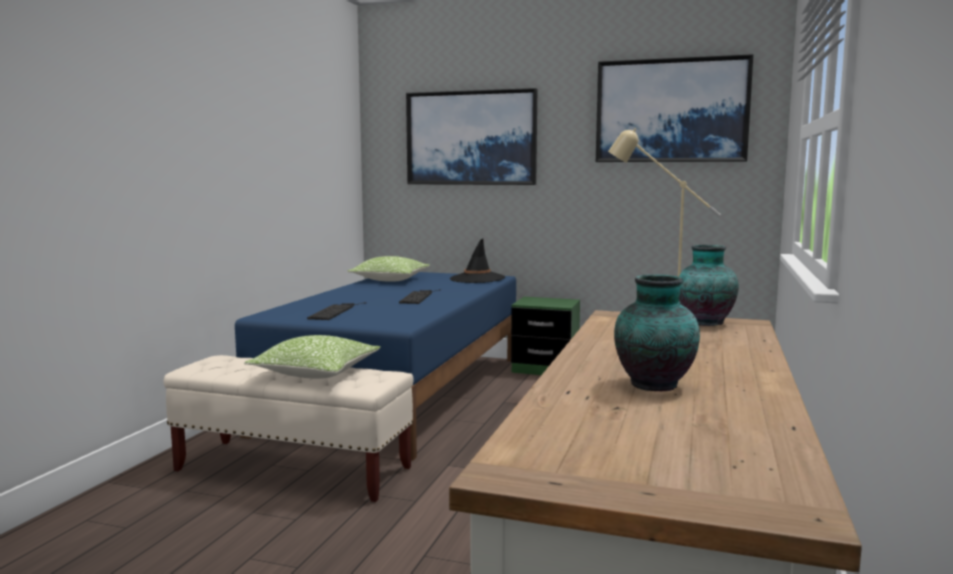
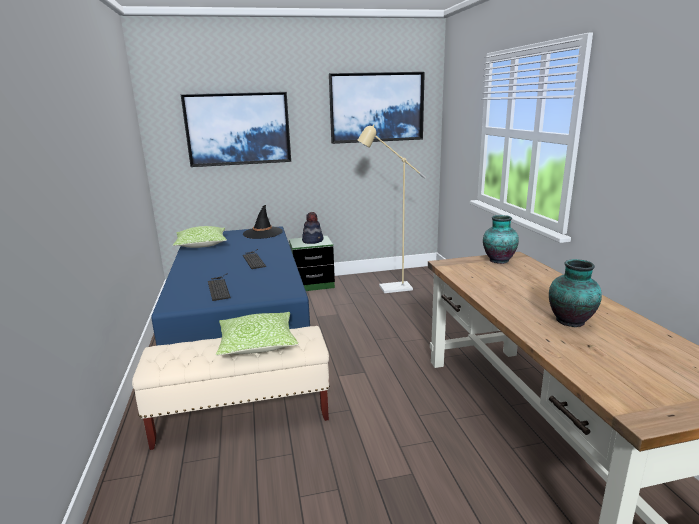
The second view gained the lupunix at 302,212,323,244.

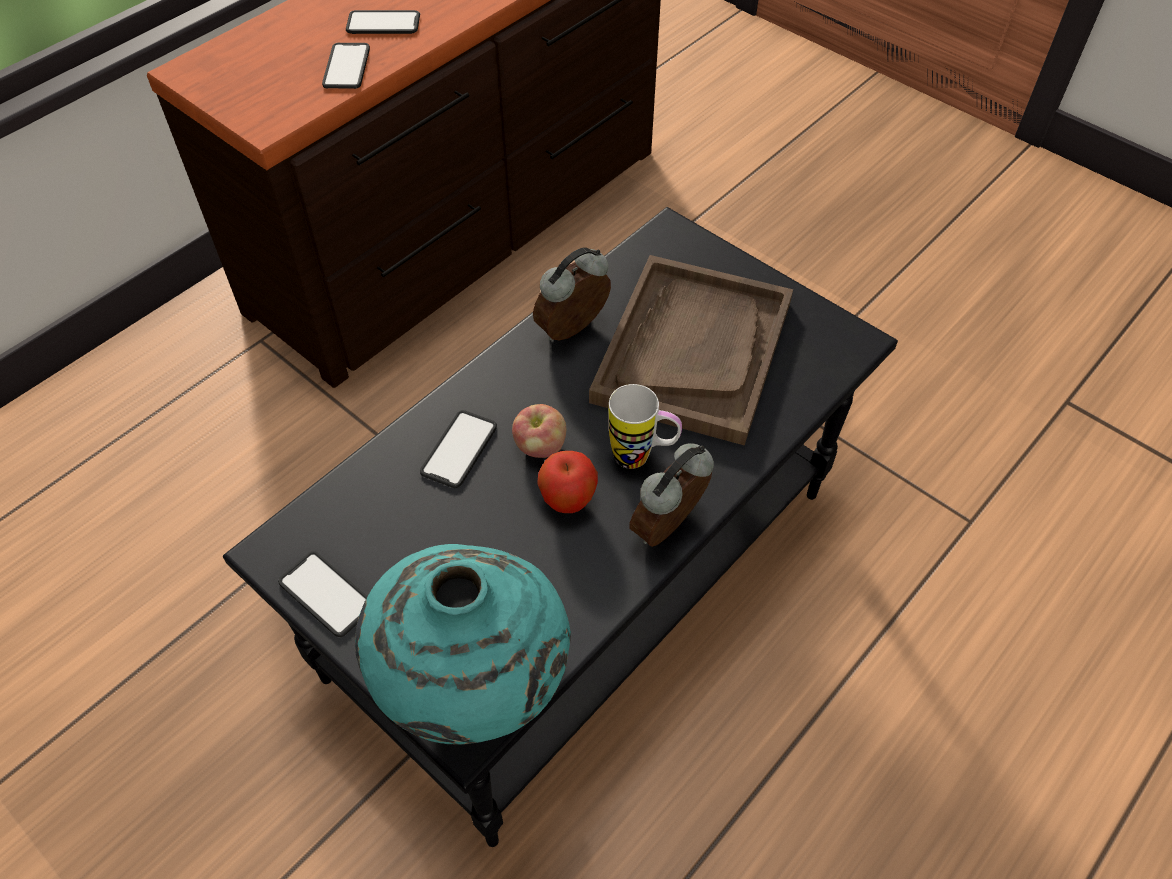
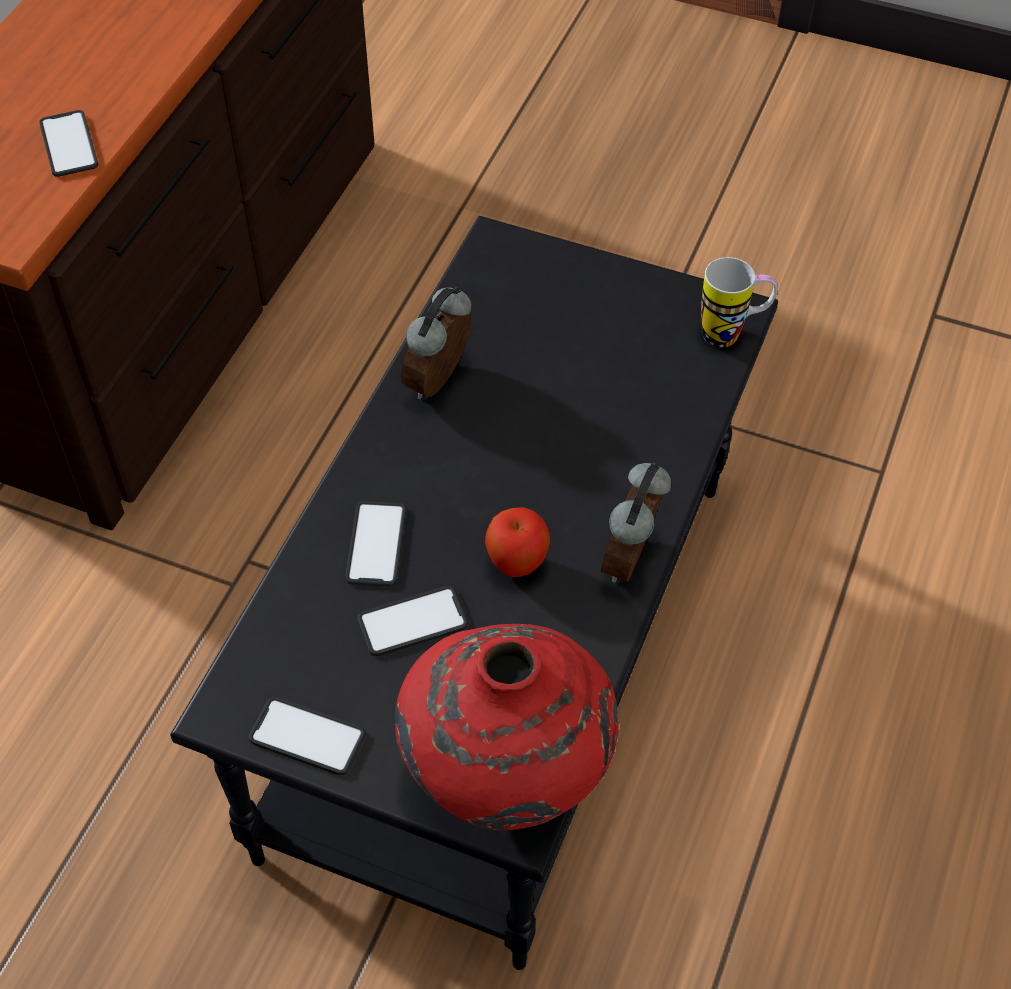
The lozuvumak ended up elsewhere, having gone from 346,10,420,34 to 357,586,469,656.
What was the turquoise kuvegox at 355,544,571,745 turned into the red kuvegox at 395,624,619,831.
The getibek ended up elsewhere, having gone from 609,384,682,469 to 701,257,778,347.
The second view lost the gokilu at 512,404,566,458.
The second view lost the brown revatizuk at 589,255,793,446.

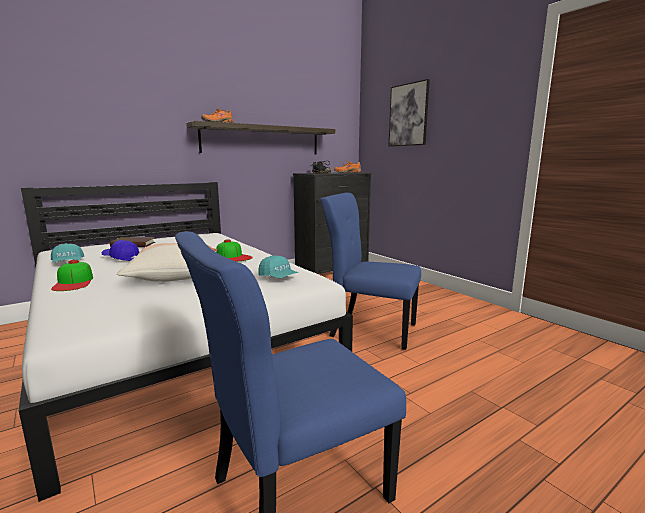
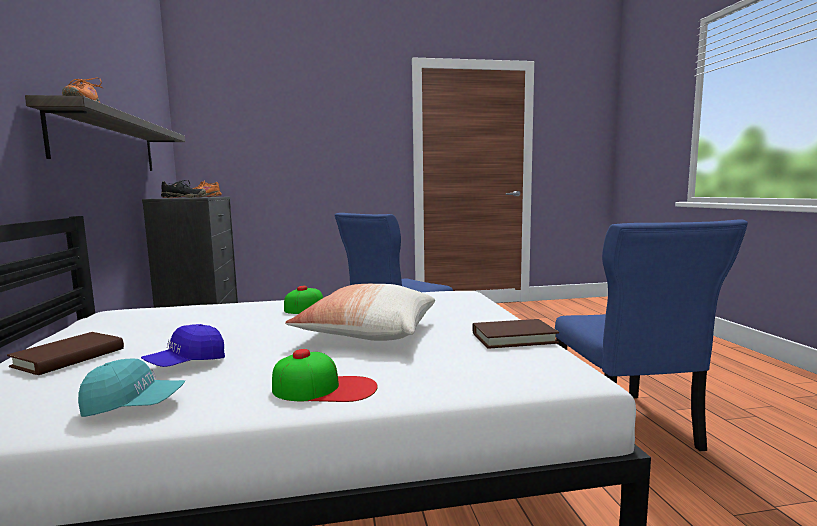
The second view gained the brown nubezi at 472,319,559,349.
The second view lost the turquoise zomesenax at 258,255,298,278.
The second view lost the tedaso at 388,79,430,146.

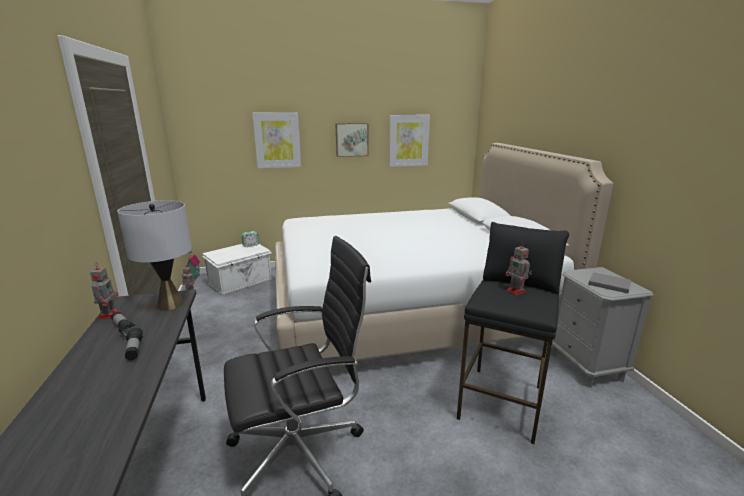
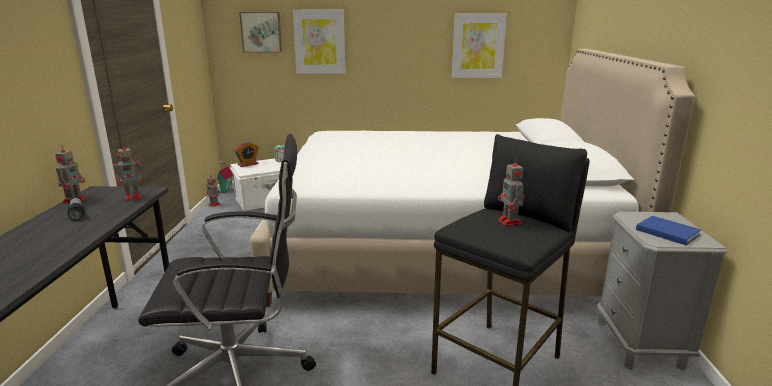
Where the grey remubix stood at 117,200,192,310, the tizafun came to stand at 114,143,143,201.
The second view gained the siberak at 234,142,259,167.
The tedaso ended up elsewhere, having gone from 335,123,369,157 to 239,12,282,53.
What was the grey nubezi at 588,272,631,293 turned into the blue nubezi at 636,216,701,245.
The second view lost the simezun at 125,326,143,360.

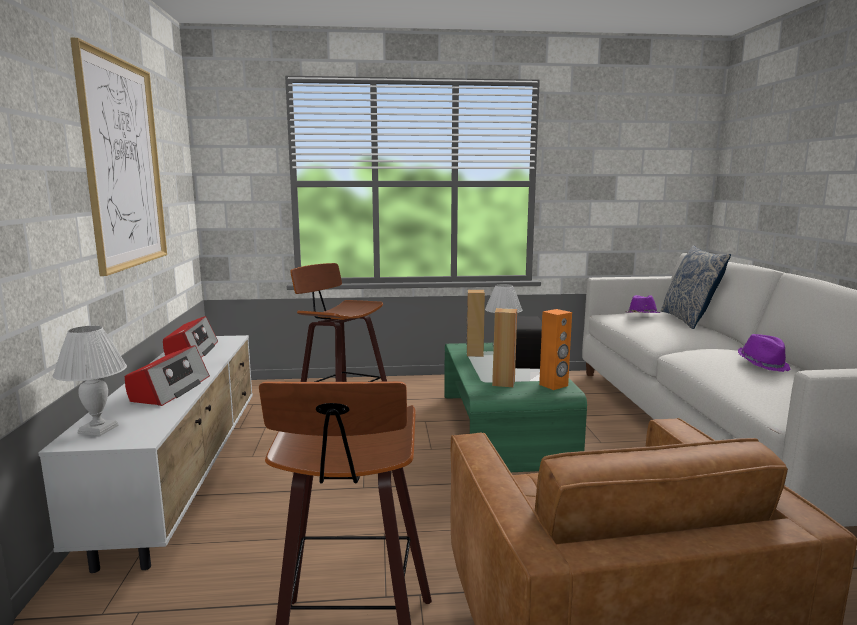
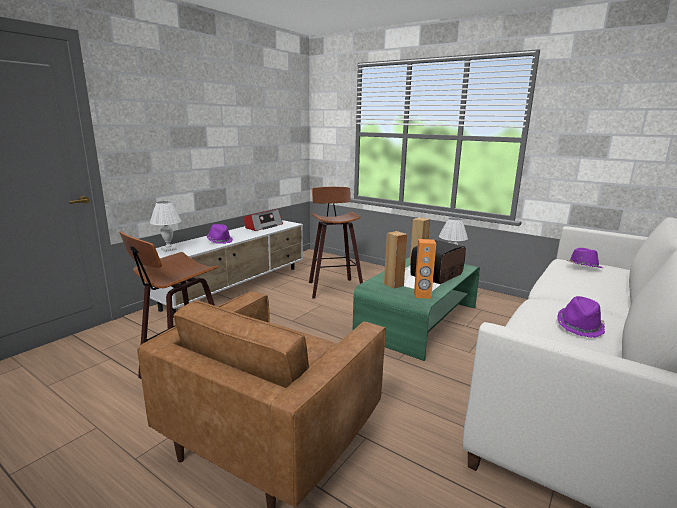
Where the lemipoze stood at 125,345,210,406, the purple lupunix came to stand at 206,224,233,244.
The second view lost the tedaso at 70,38,167,276.
The second view lost the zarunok at 661,245,731,329.

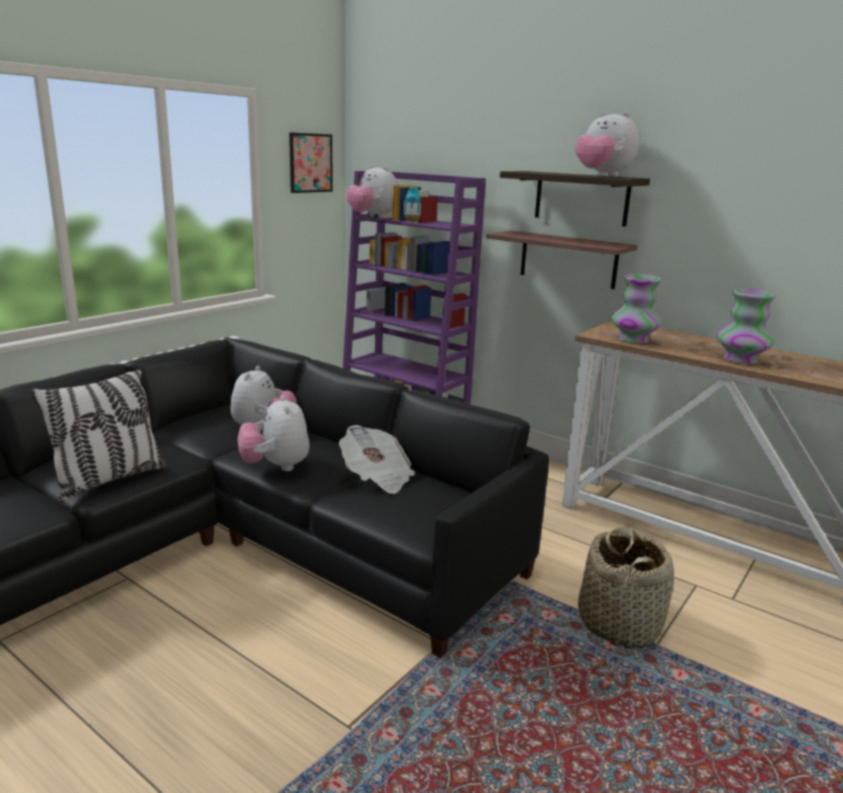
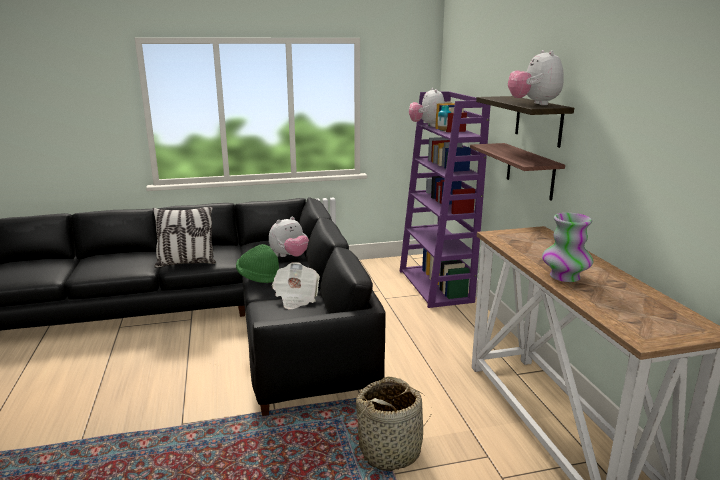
Where the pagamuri stood at 238,395,310,471, the green lupunix came to stand at 236,244,279,283.
The second view lost the tedaso at 289,132,333,193.
The second view lost the kuvegox at 611,274,662,343.

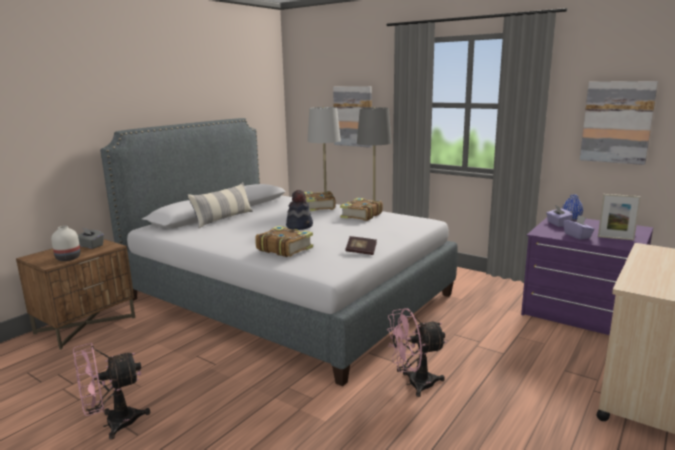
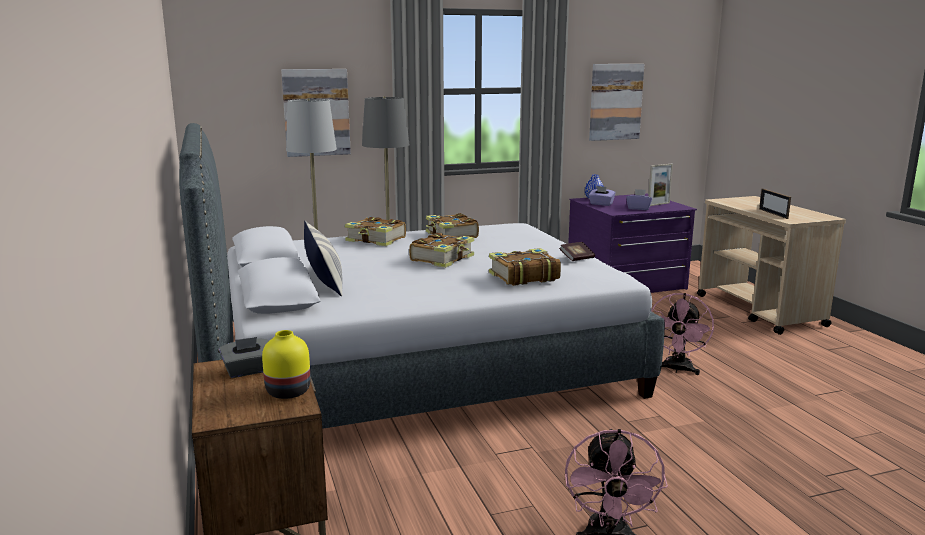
What was the white kuvegox at 51,226,81,261 turned into the yellow kuvegox at 262,330,311,399.
Where the lupunix stood at 286,190,313,230, the nubezi came to stand at 409,233,474,268.
The second view gained the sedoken at 759,189,791,219.

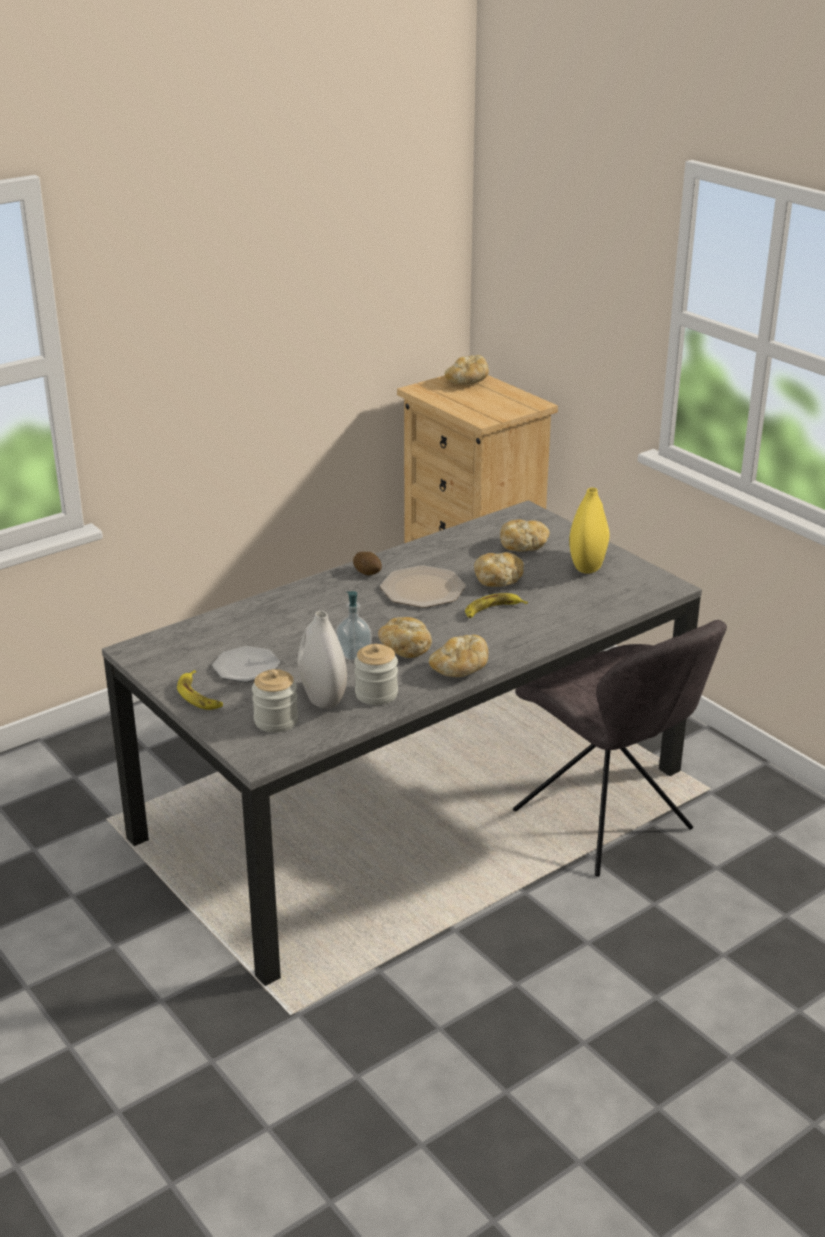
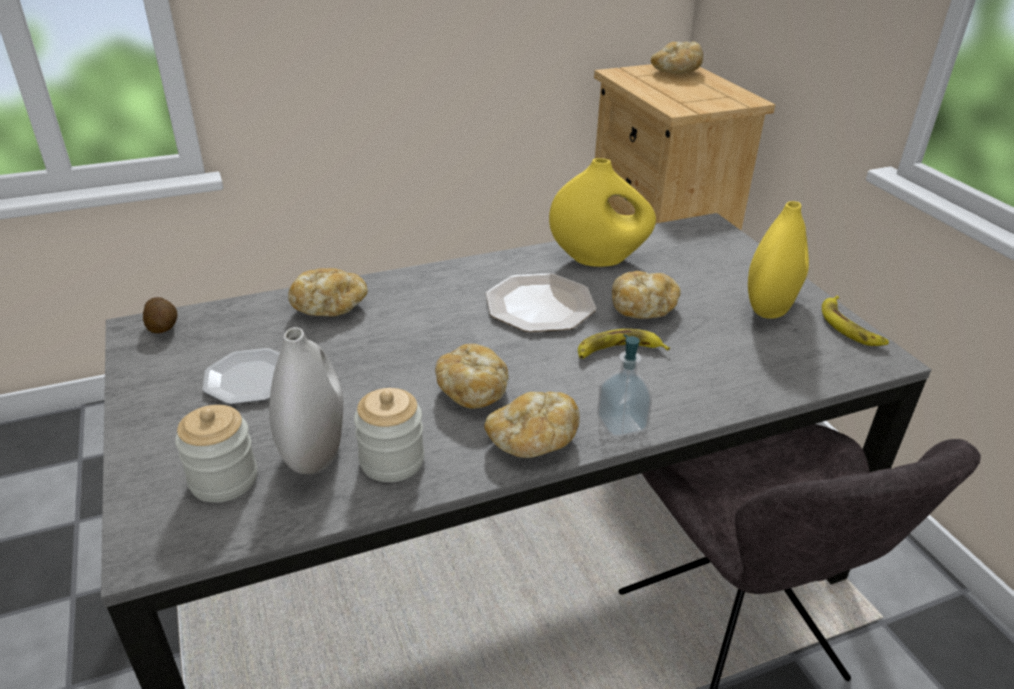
The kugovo ended up elsewhere, having gone from 353,552,382,575 to 143,297,177,333.
The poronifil ended up elsewhere, having gone from 500,519,550,551 to 288,268,368,316.
The second view gained the yellow kuvegox at 549,158,656,267.
The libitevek ended up elsewhere, having gone from 336,591,372,661 to 597,335,652,437.
The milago ended up elsewhere, having gone from 177,670,223,710 to 822,296,889,346.

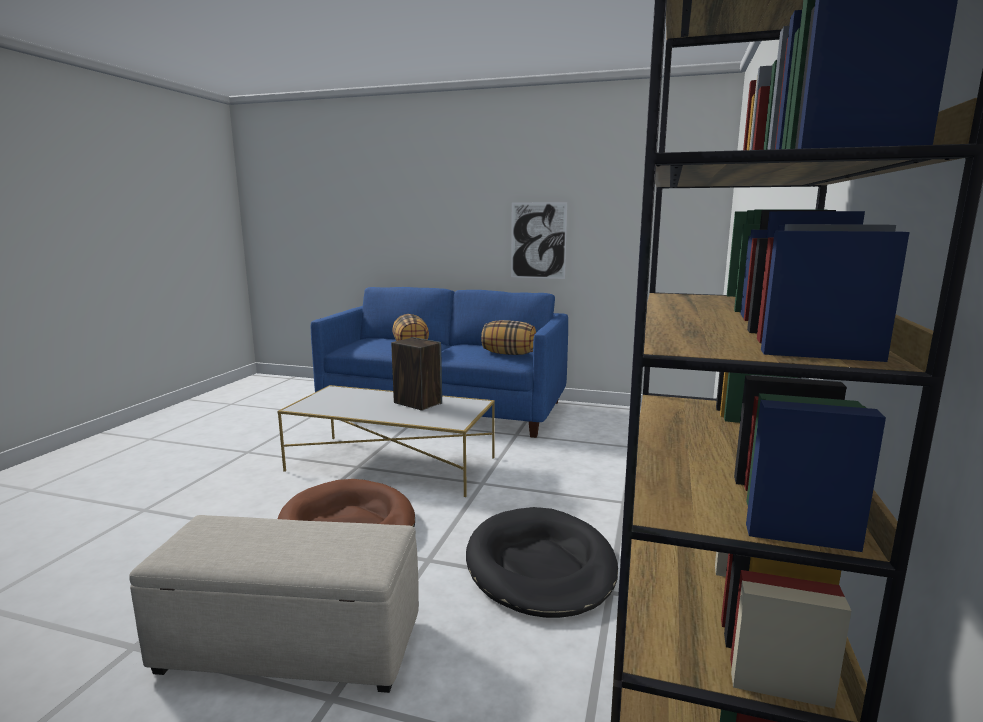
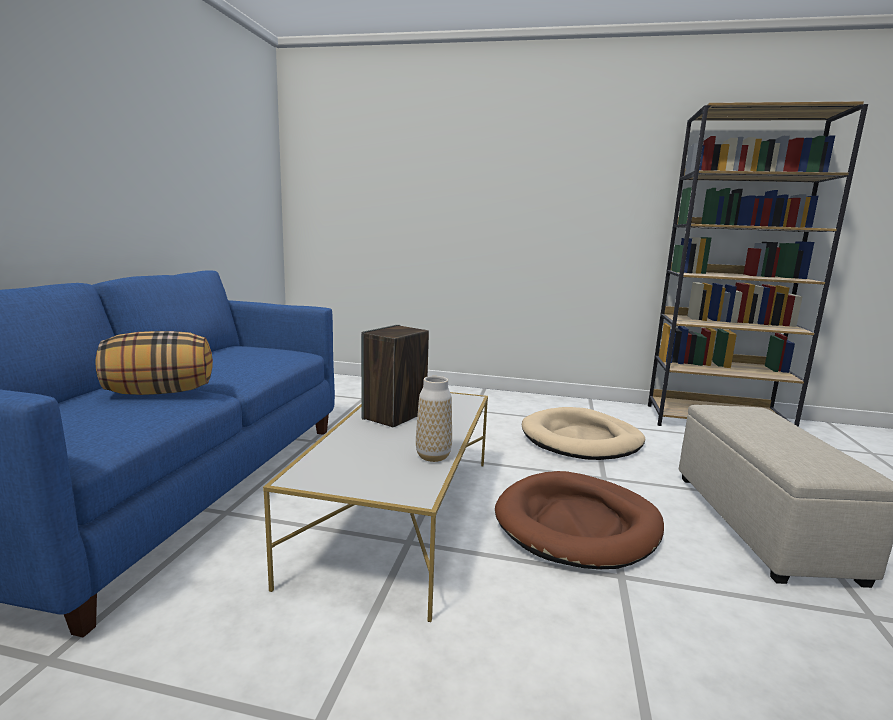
The second view gained the kuvegox at 416,376,452,462.
What was the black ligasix at 466,507,618,618 turned into the beige ligasix at 522,407,645,460.
The second view lost the zarunok at 481,320,536,355.
The second view lost the tedaso at 511,202,567,279.

